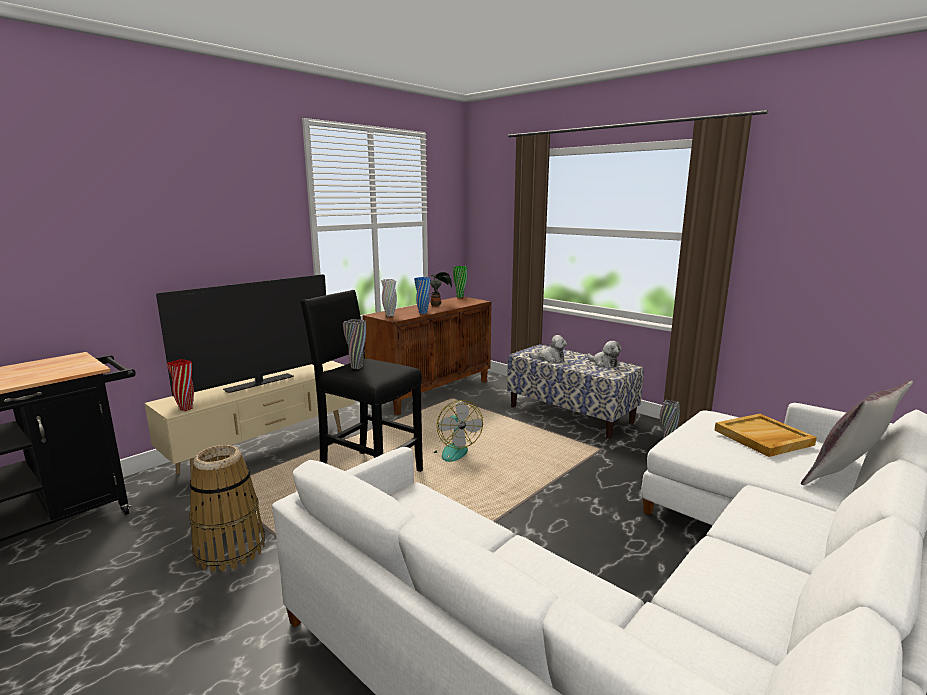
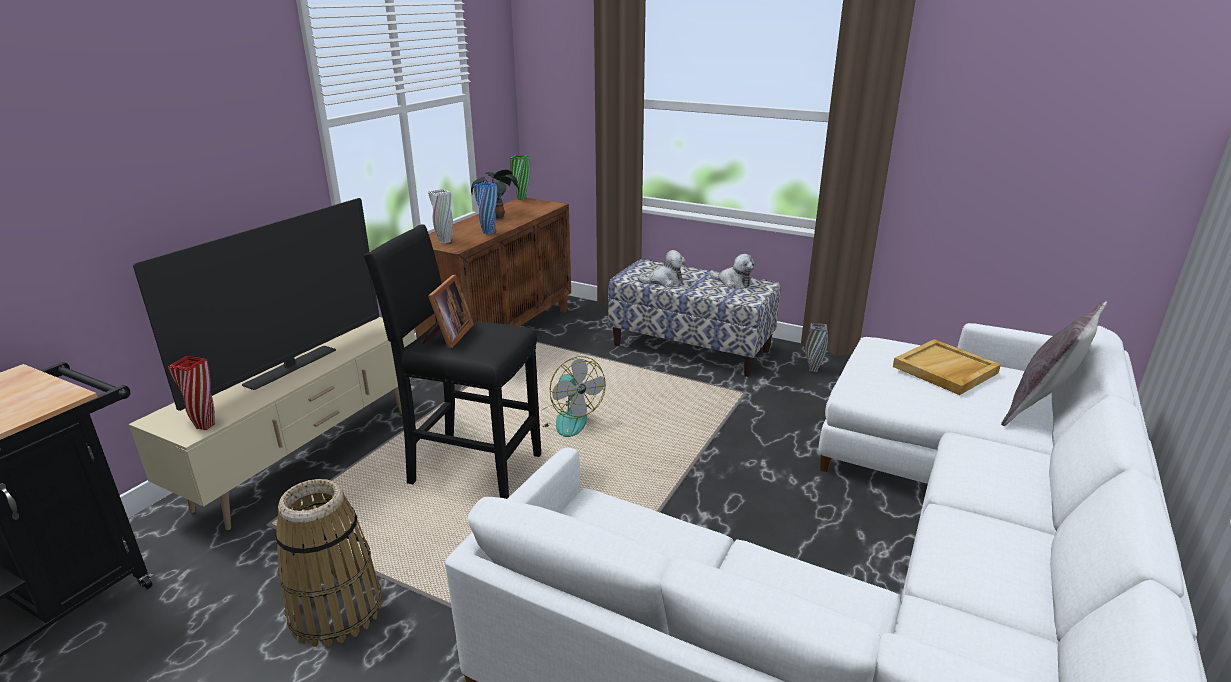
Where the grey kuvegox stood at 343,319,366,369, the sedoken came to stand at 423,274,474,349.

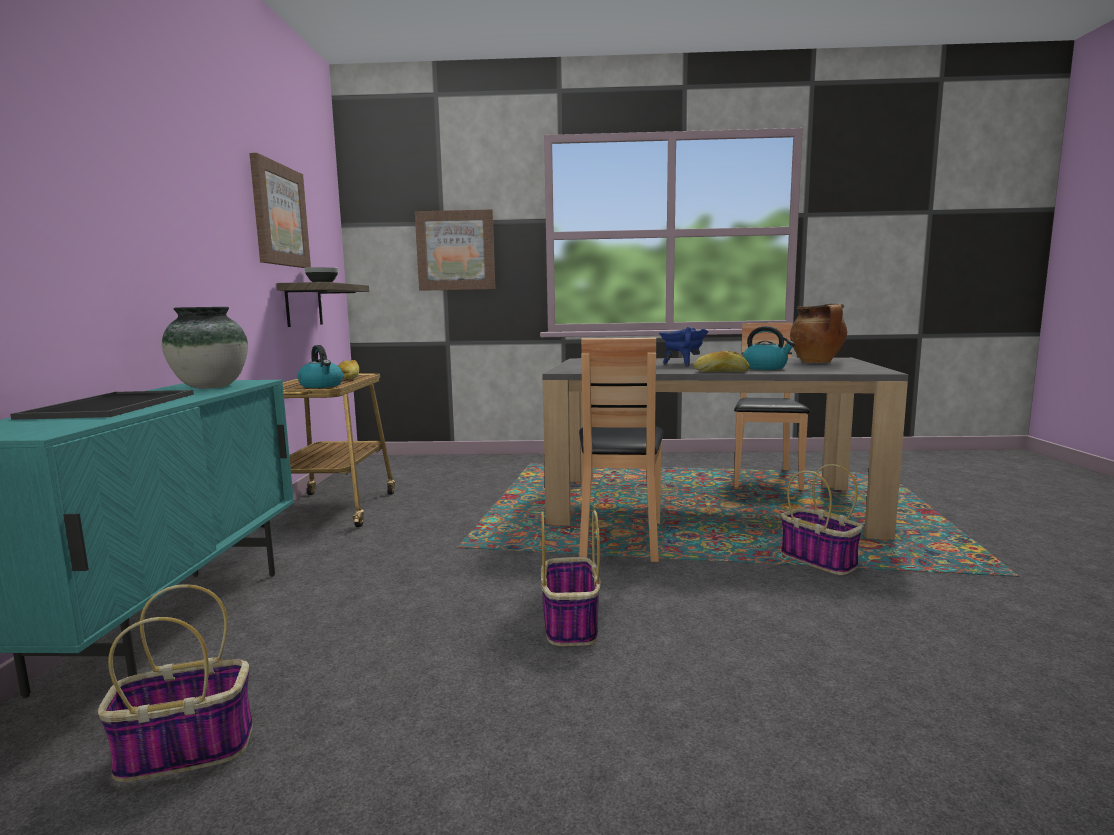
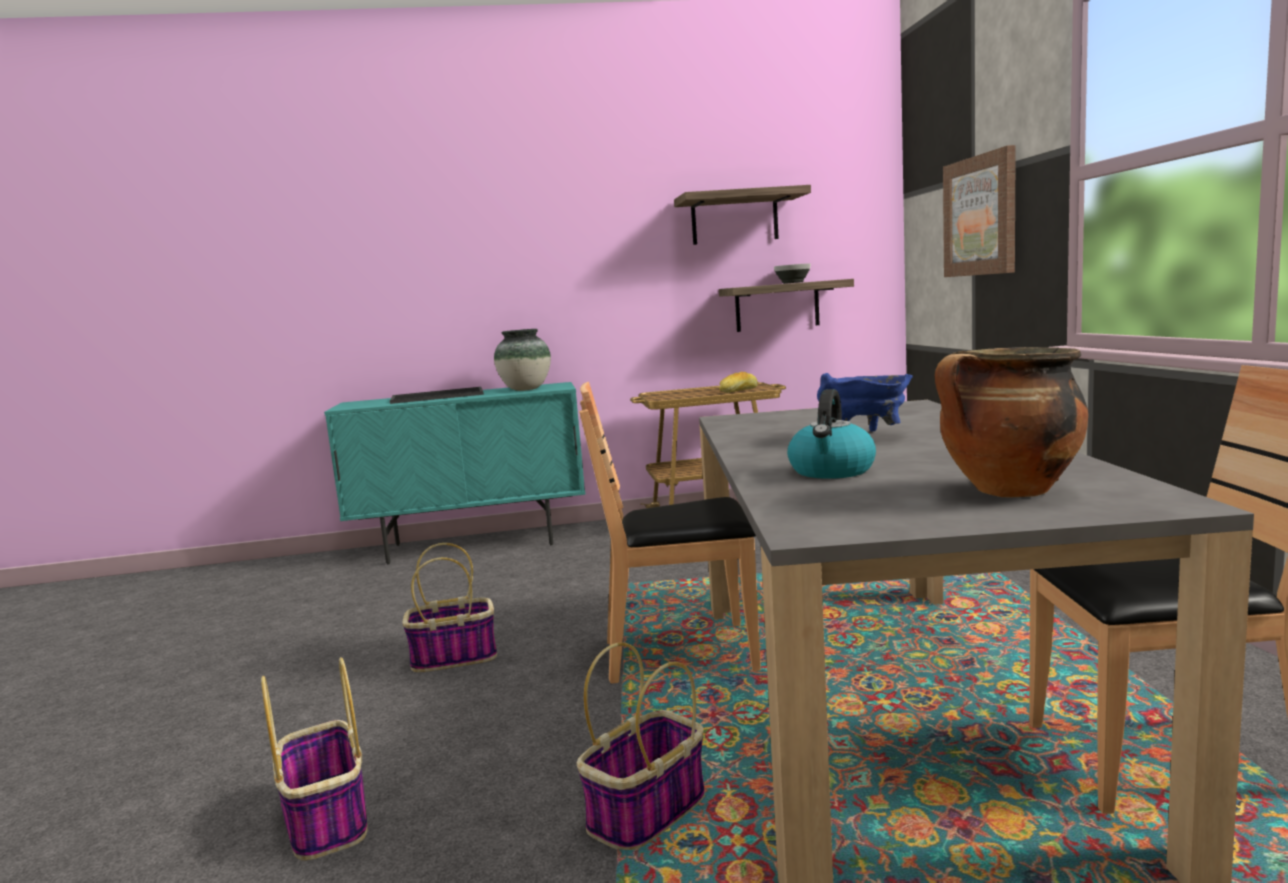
The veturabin ended up elsewhere, having gone from 98,584,253,782 to 261,657,368,861.
Where the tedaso hung at 249,153,311,268, the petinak came to hang at 674,185,811,245.
The second view lost the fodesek at 297,345,343,388.
The second view lost the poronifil at 693,351,750,372.

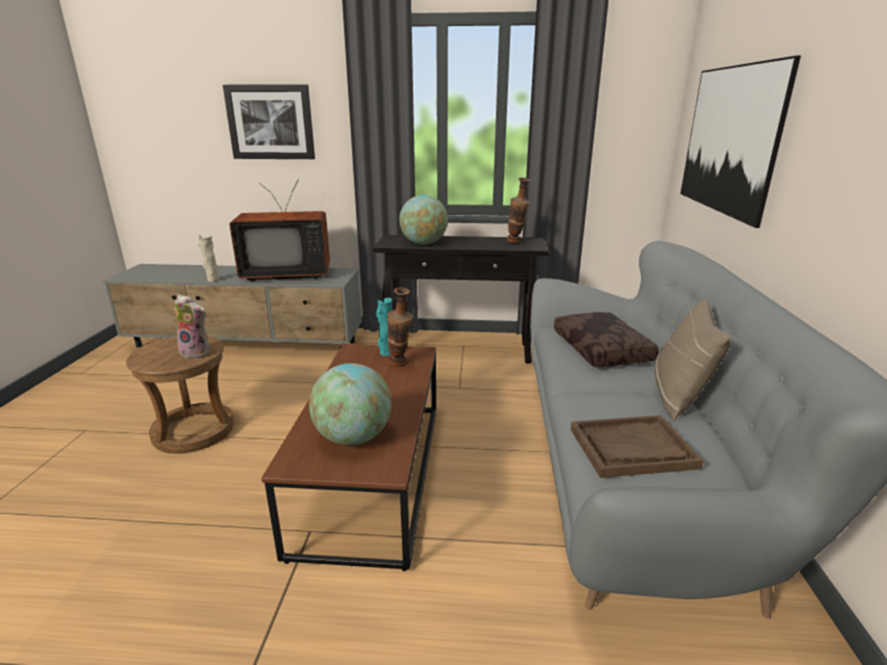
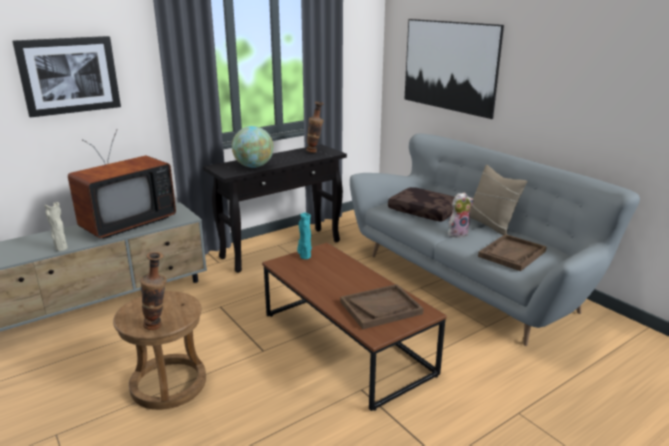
The kuvegox ended up elsewhere, having gone from 387,287,412,367 to 140,252,167,330.
Where the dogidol stood at 309,363,392,445, the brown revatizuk came to stand at 340,284,423,329.
The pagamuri ended up elsewhere, having gone from 175,294,210,359 to 448,192,474,237.

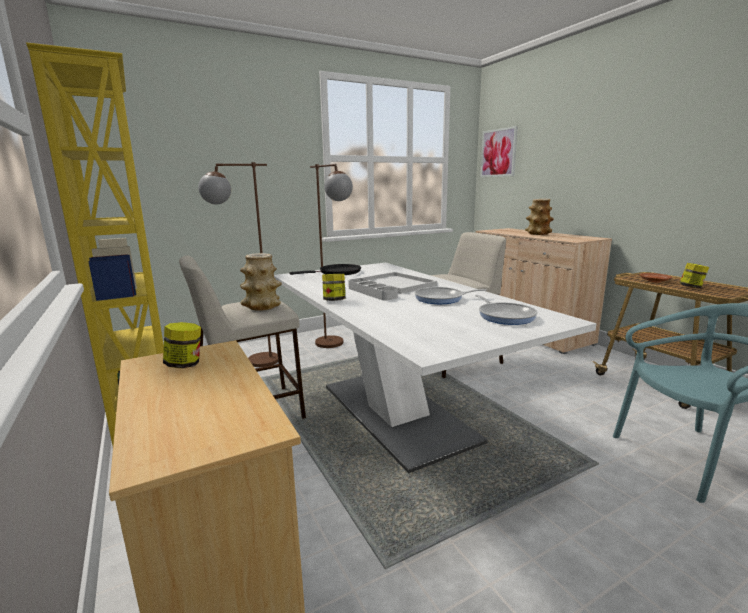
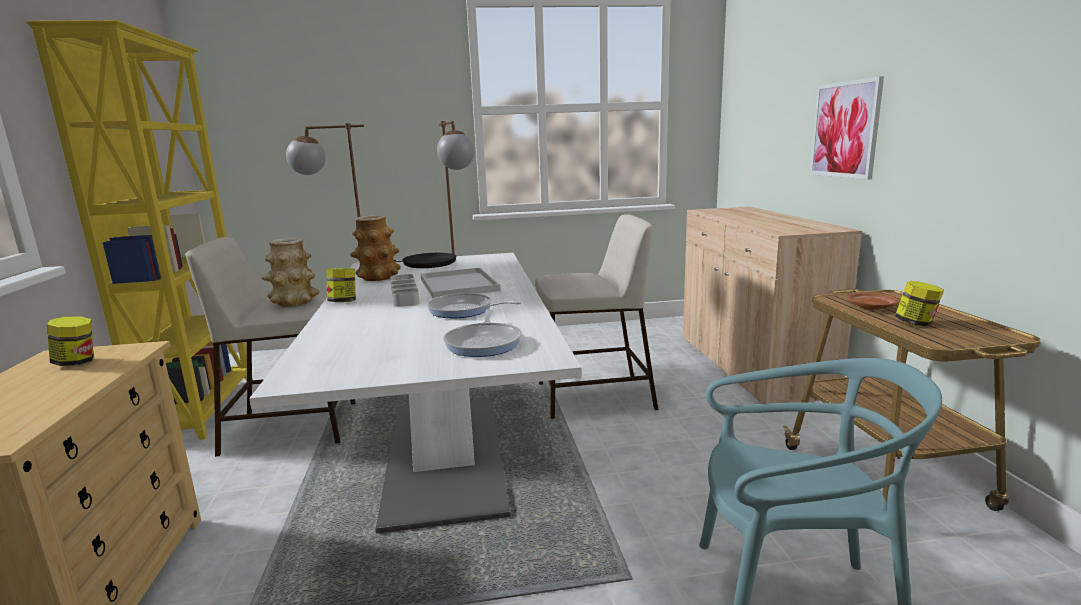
The kuvegox ended up elsewhere, having gone from 525,199,554,235 to 350,215,401,281.
The tedaso ended up elsewhere, having gone from 480,126,518,177 to 810,76,884,180.

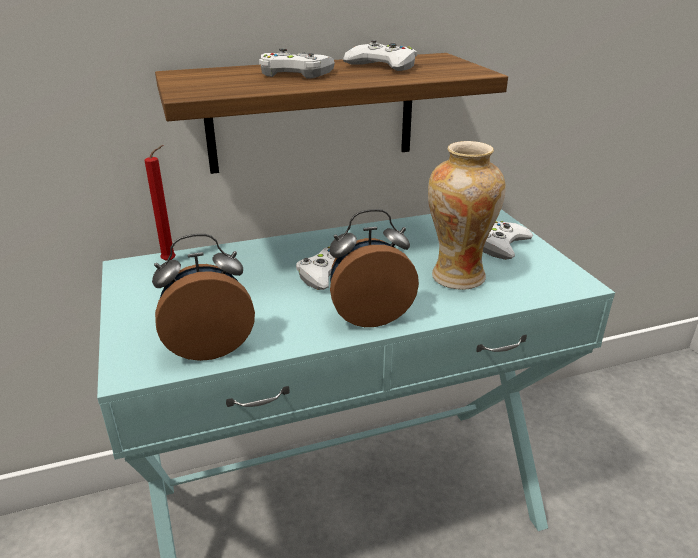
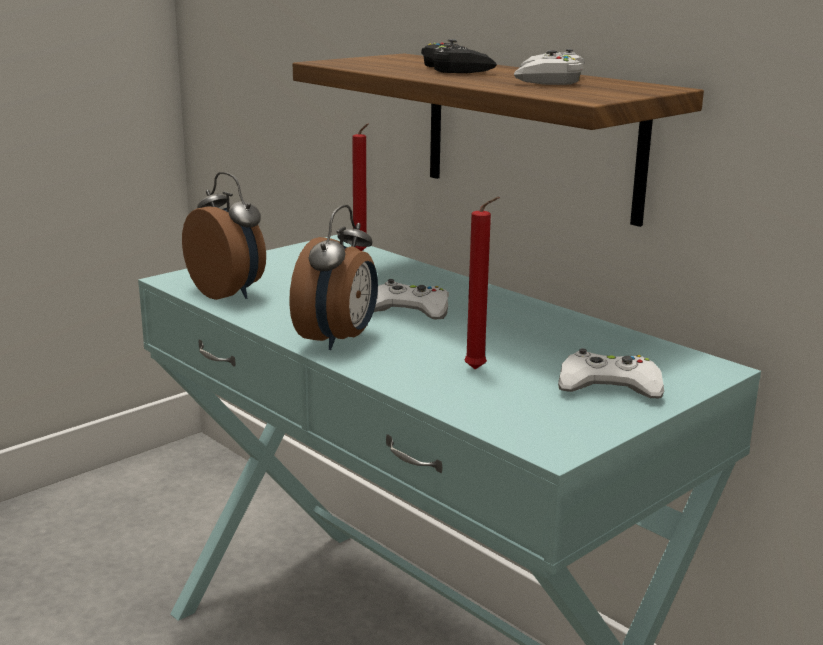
The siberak at 329,209,419,327 ended up facing another way, 60 degrees clockwise from before.
What was the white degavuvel at 259,48,335,78 turned into the black degavuvel at 421,39,497,73.
Where the kuvegox stood at 428,141,506,290, the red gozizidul came to stand at 464,197,500,369.

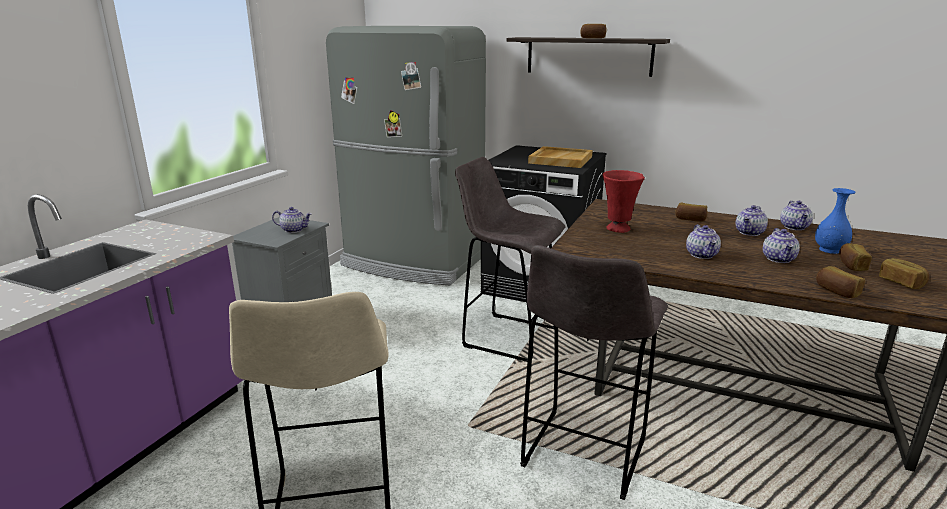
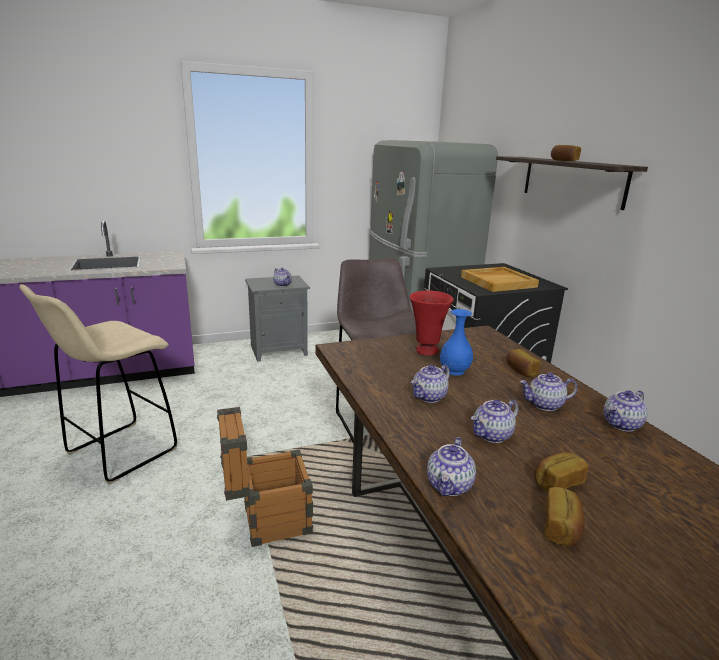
Where the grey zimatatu stood at 520,245,668,500, the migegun came to stand at 217,407,313,547.
Where the poronifil stood at 816,266,865,298, the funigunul came to stand at 427,437,476,496.
The blue kuvegox ended up elsewhere, having gone from 815,188,856,254 to 440,309,473,376.

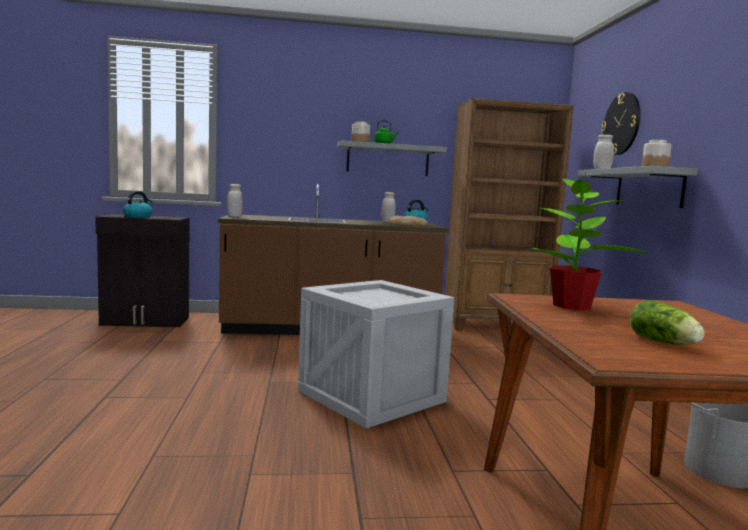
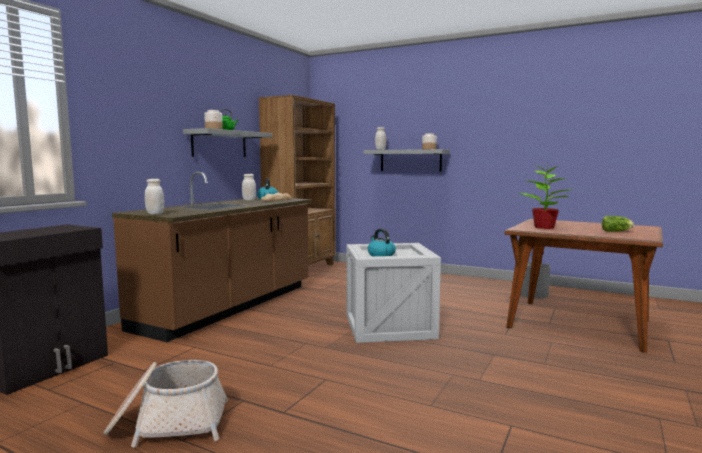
The second view gained the veturabin at 104,360,228,448.
The fodesek ended up elsewhere, having gone from 123,191,152,218 to 368,229,396,256.
The second view lost the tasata at 601,92,641,155.

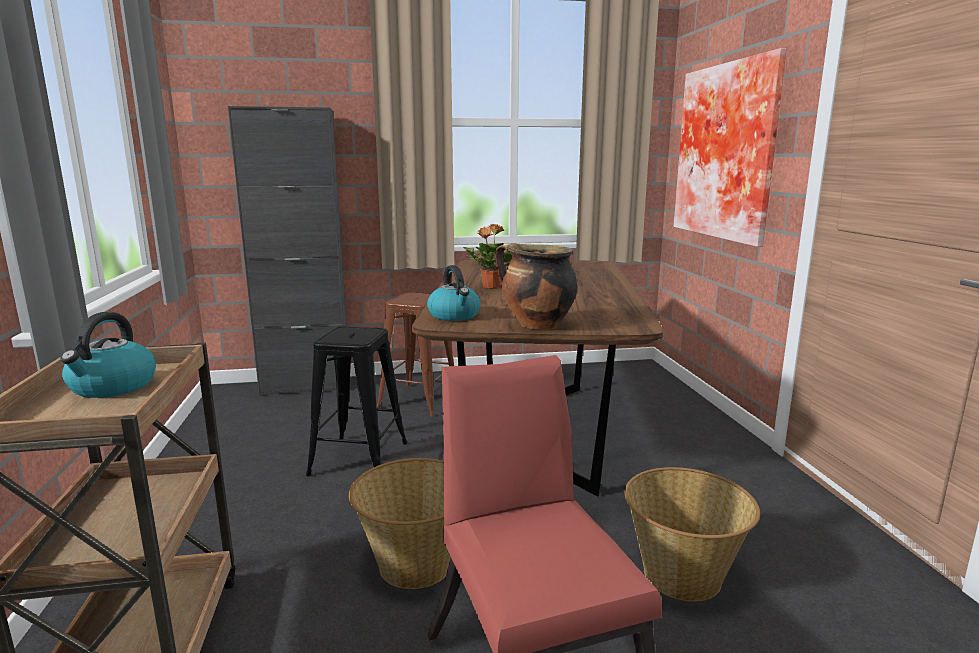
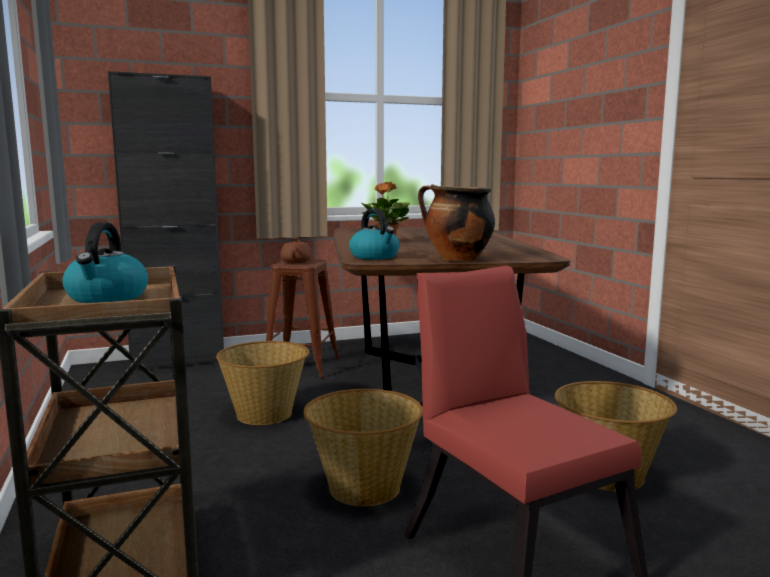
Where the black zimatatu stood at 306,326,407,476, the veturabin came to stand at 216,341,310,425.
The second view gained the brown funigunul at 280,238,311,263.
The second view lost the tedaso at 674,48,787,247.

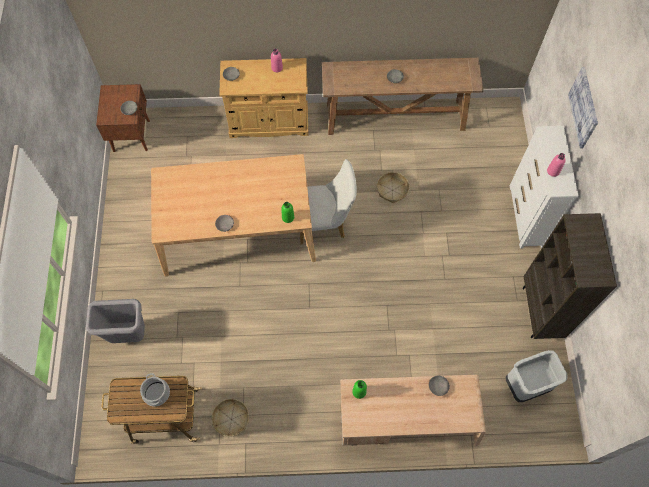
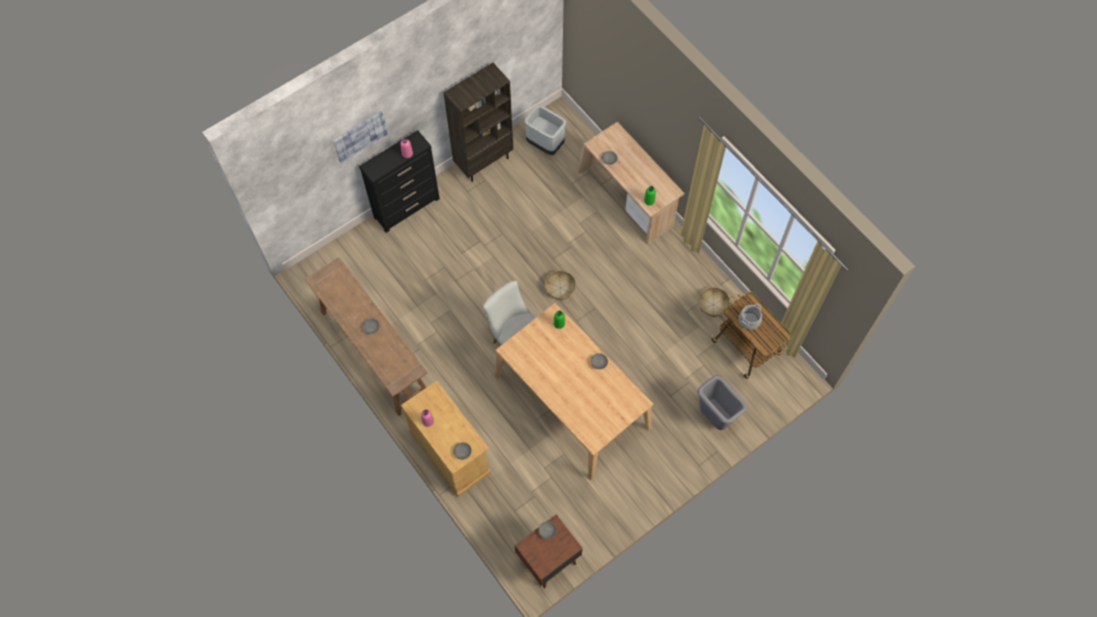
What was the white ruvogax at 510,126,579,249 turned into the black ruvogax at 359,130,440,233.
The veturabin ended up elsewhere, having gone from 377,172,409,203 to 545,270,576,301.

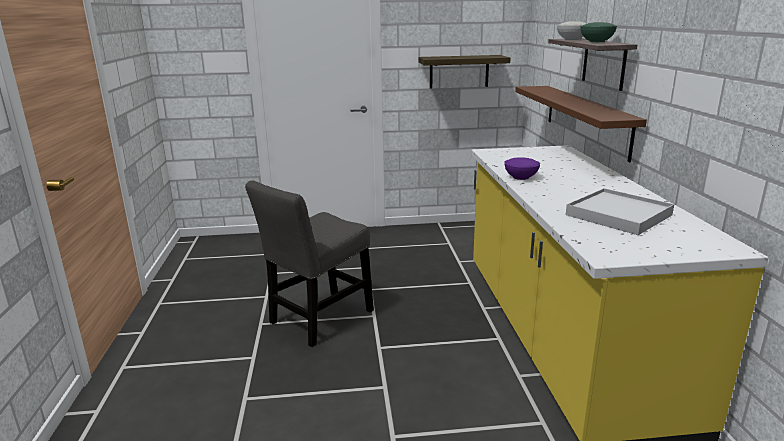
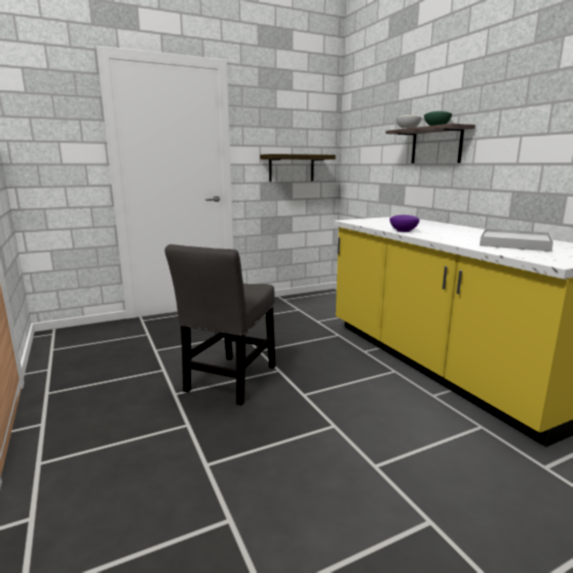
The second view lost the brown petinak at 515,86,647,162.

